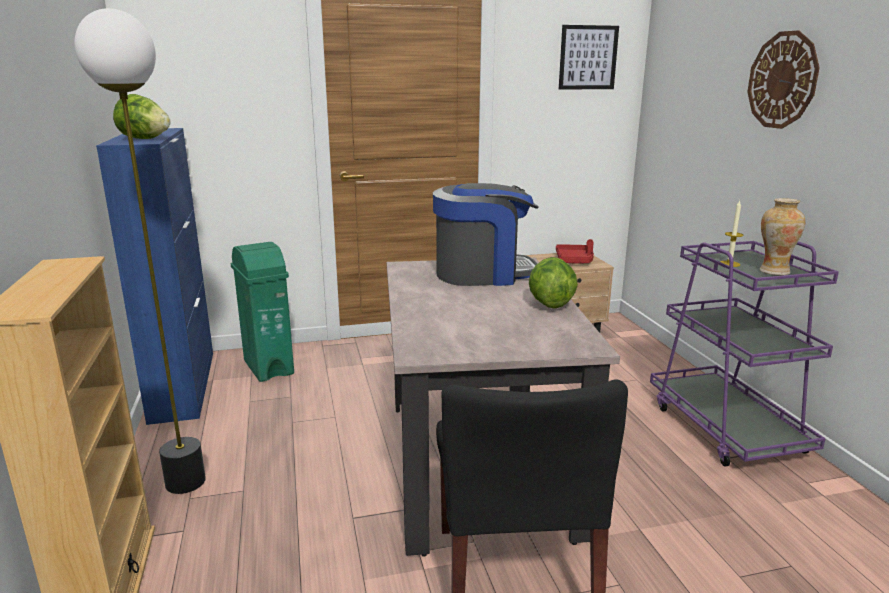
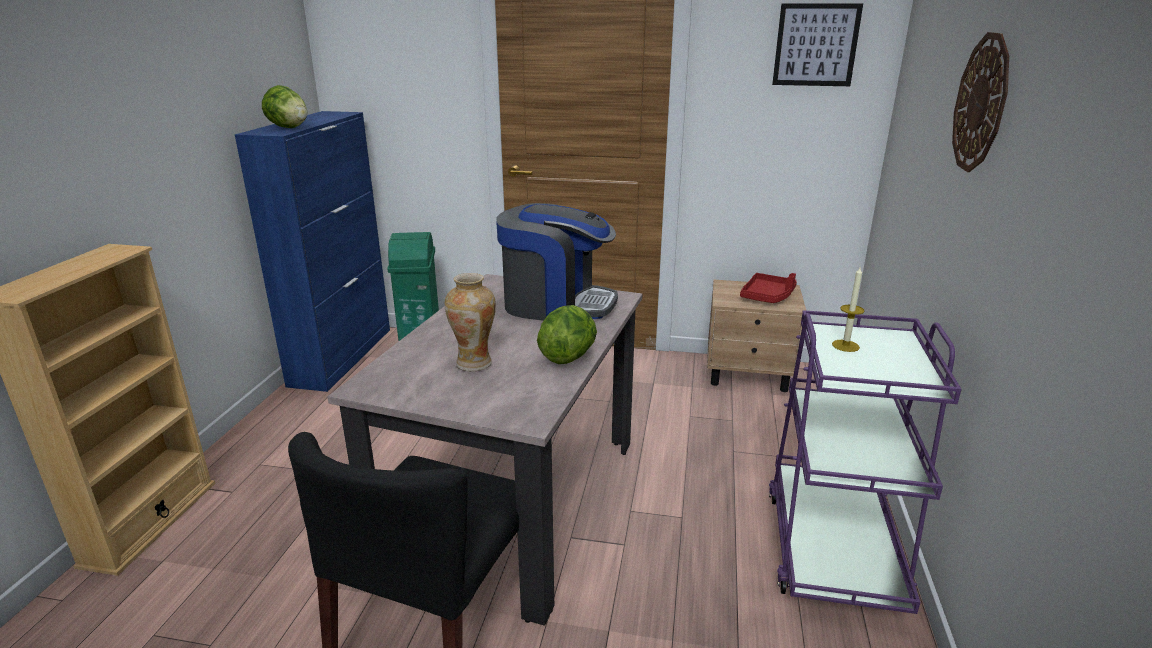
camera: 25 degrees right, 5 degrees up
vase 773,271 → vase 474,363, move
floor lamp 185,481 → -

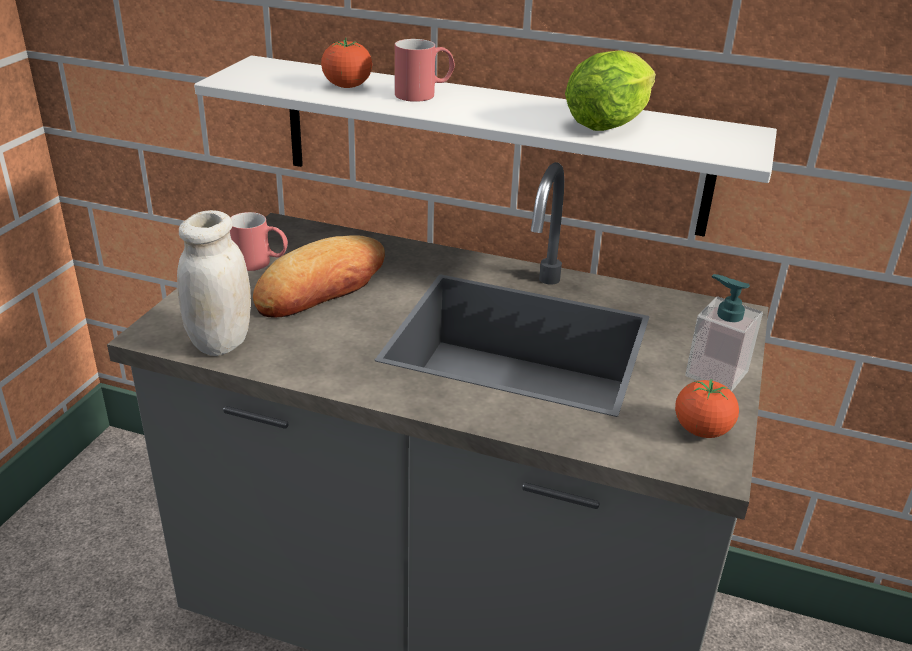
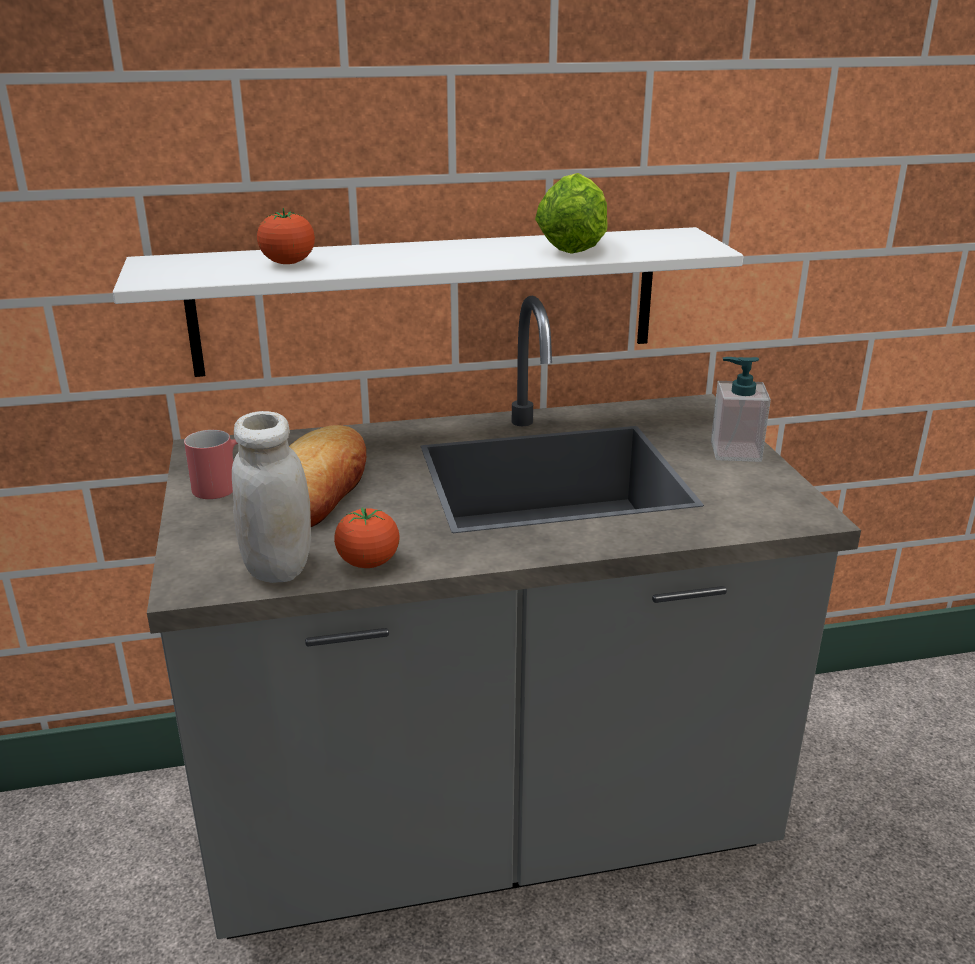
camera: 30 degrees left, 5 degrees down
tomato 701,430 → tomato 368,563, move
red mug 424,94 → -

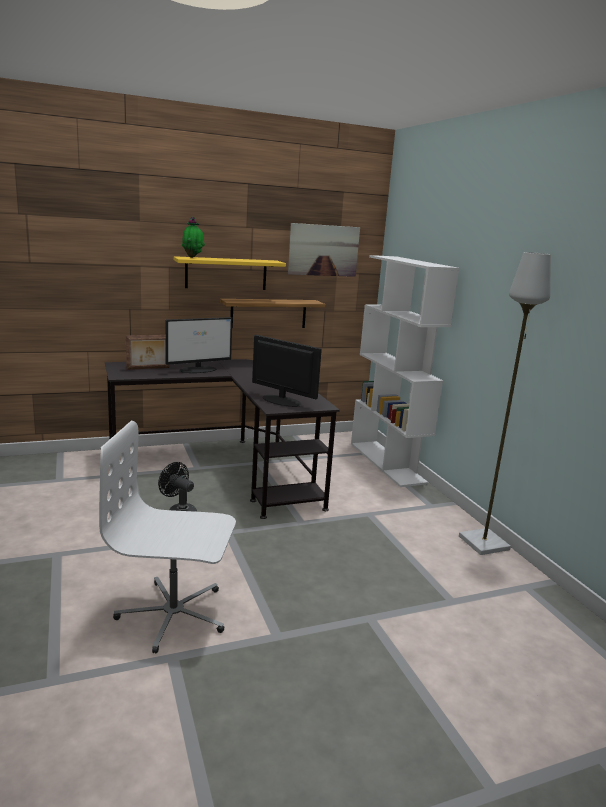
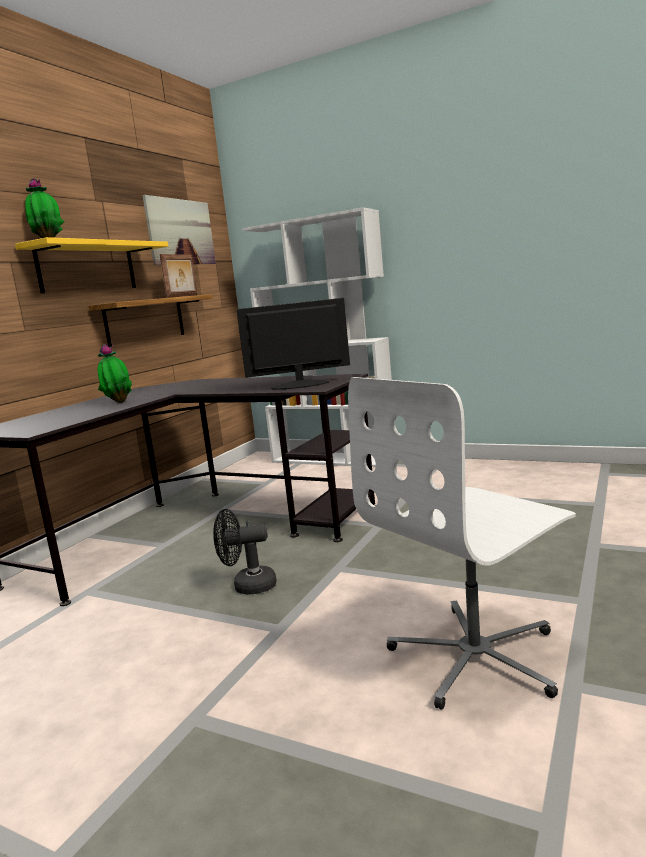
camera: 40 degrees left, 5 degrees down
monitor 198,370 → potted plant 118,402
picture frame 148,368 → picture frame 183,296, move
grey floor lamp 484,543 → -

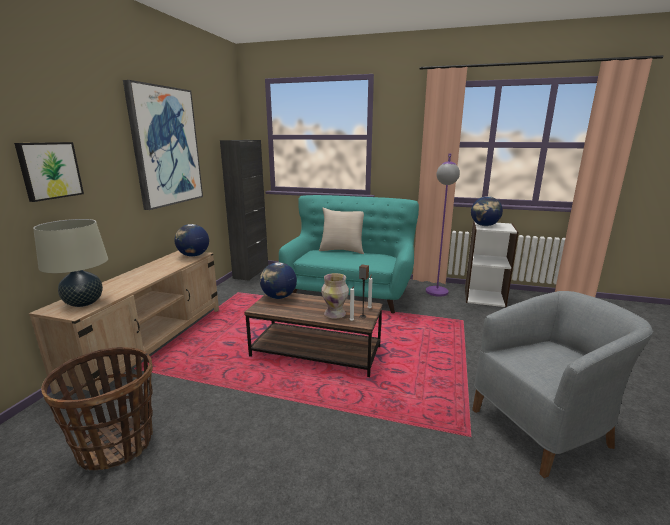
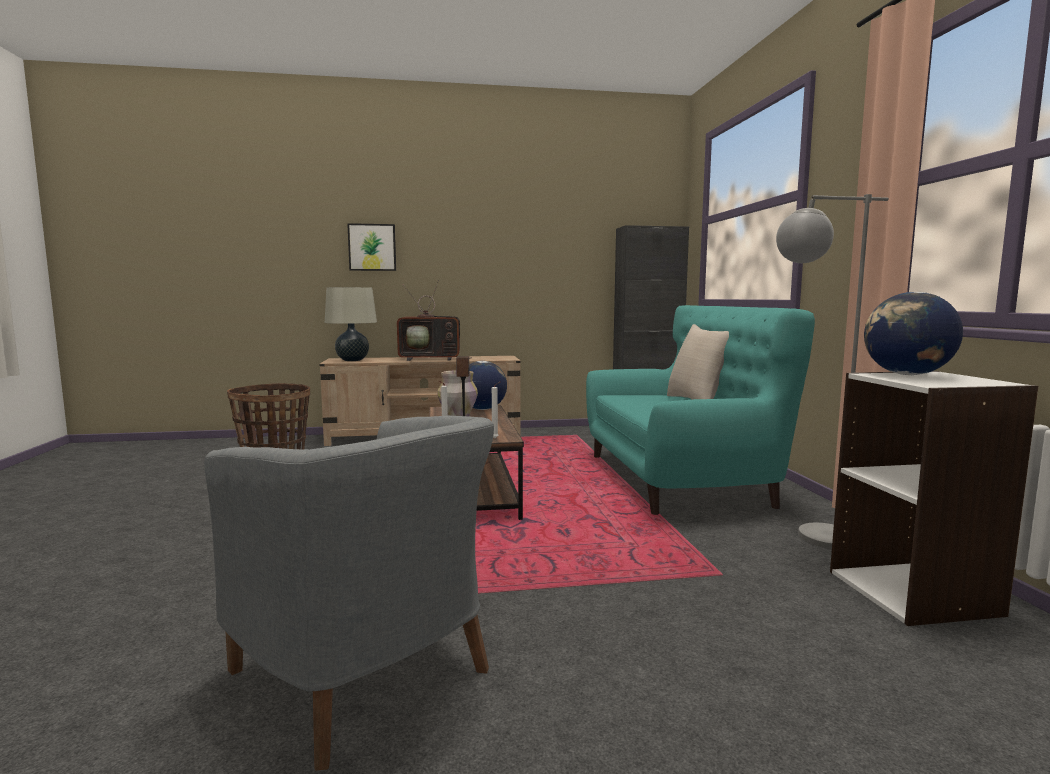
camera: 65 degrees right, 10 degrees down
- → television 432,359
purple floor lamp 436,295 → grey floor lamp 810,539
picture 165,147 → -
globe 193,255 → -

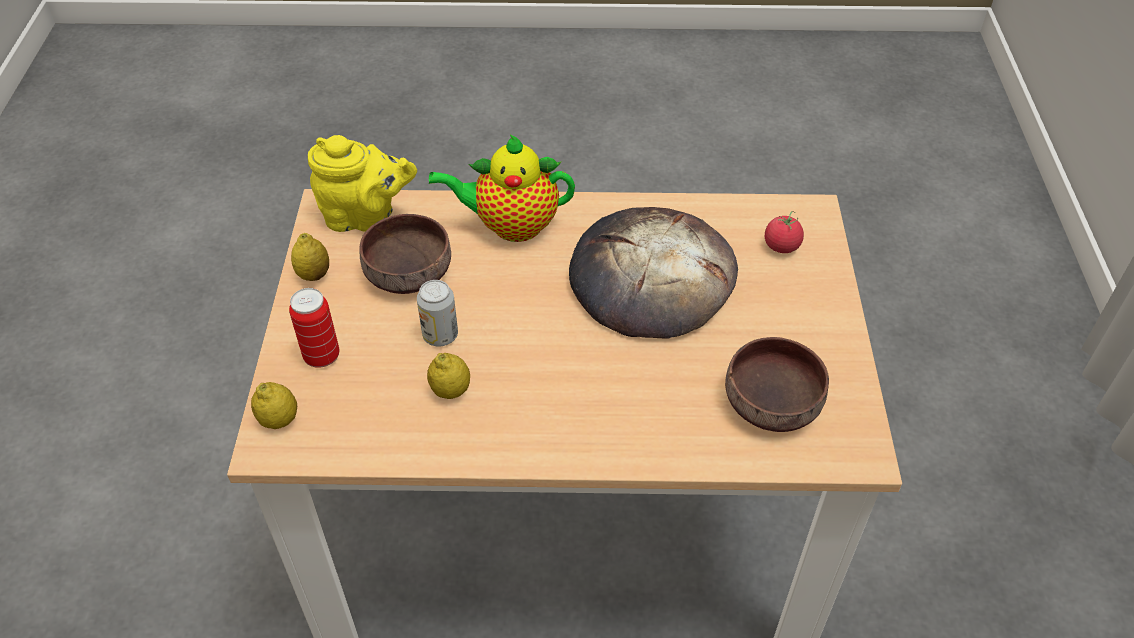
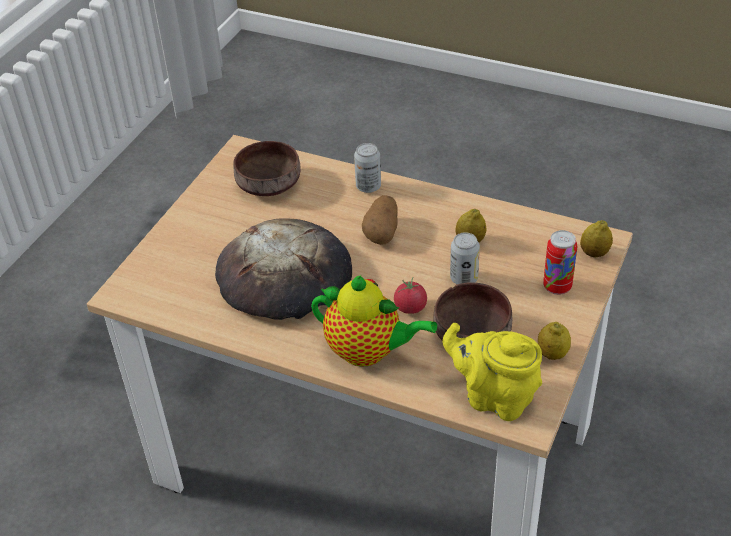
camera: 155 degrees left, 5 degrees down
- → can 368,186
- → potato 382,232
tomato 781,246 → tomato 410,307, move

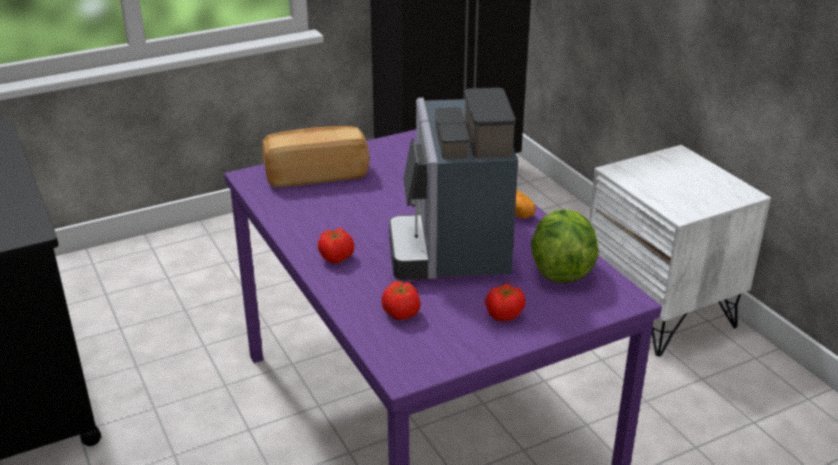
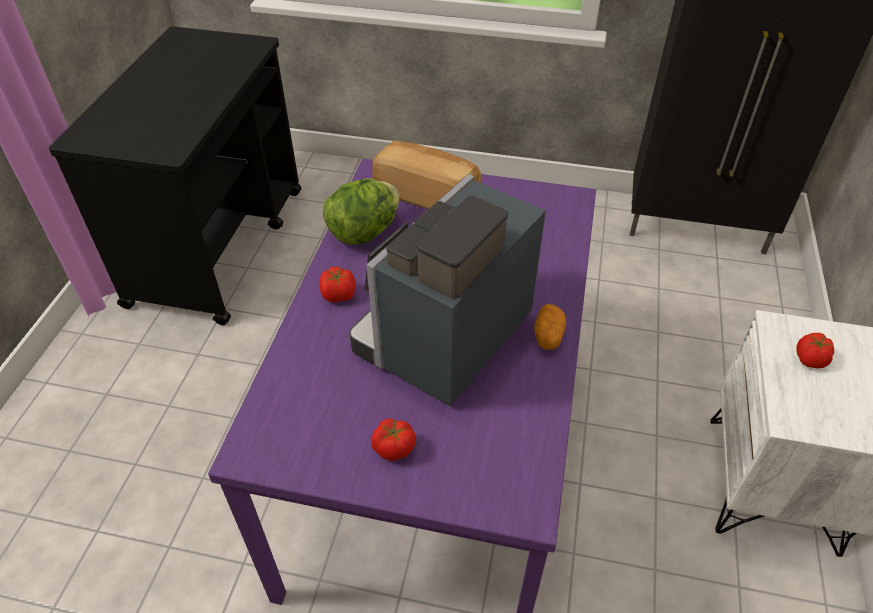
camera: 40 degrees right, 15 degrees up
lettuce 561,270 → lettuce 364,232, move
tomato 401,314 → tomato 809,360, move

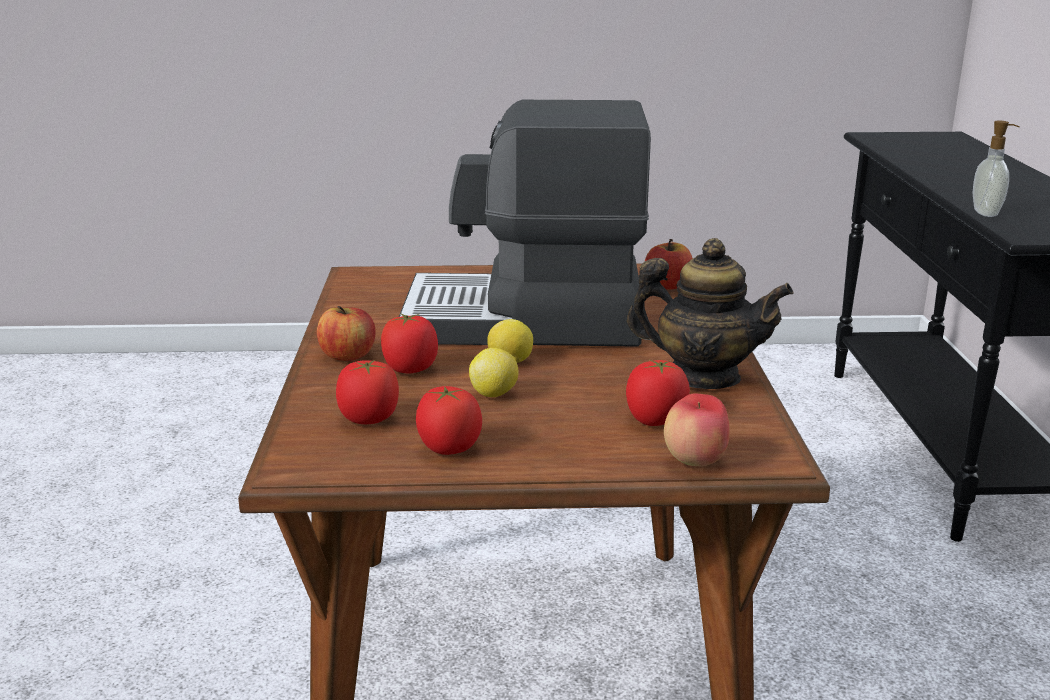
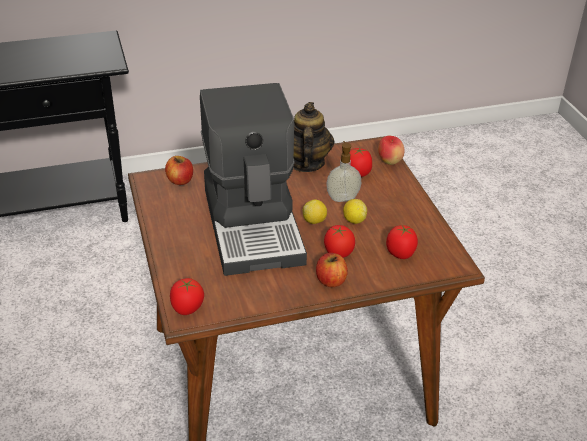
camera: 105 degrees left, 15 degrees up
tomato 448,449 → tomato 187,308, move
soap dispenser 987,213 → soap dispenser 342,198, move

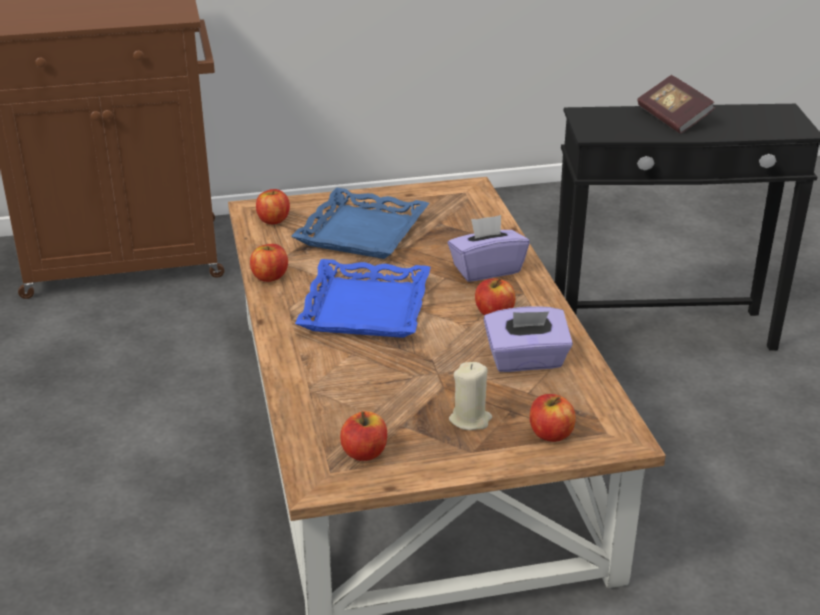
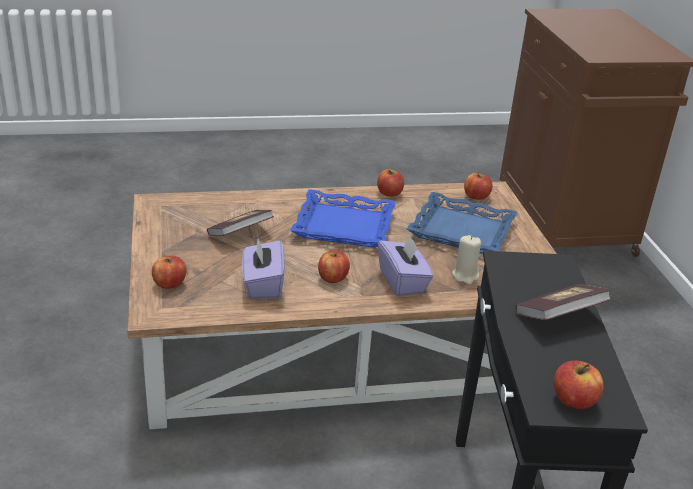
camera: 90 degrees right, 0 degrees up
- → book 240,234
beige candle 470,419 → beige candle 465,276, move
apple 364,452 → apple 573,400, move

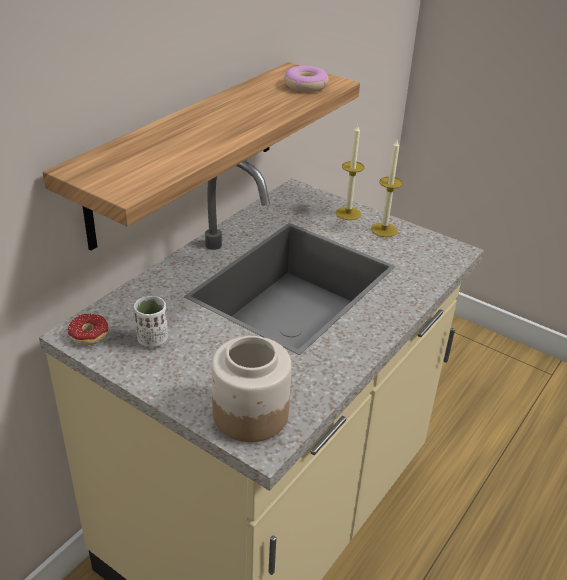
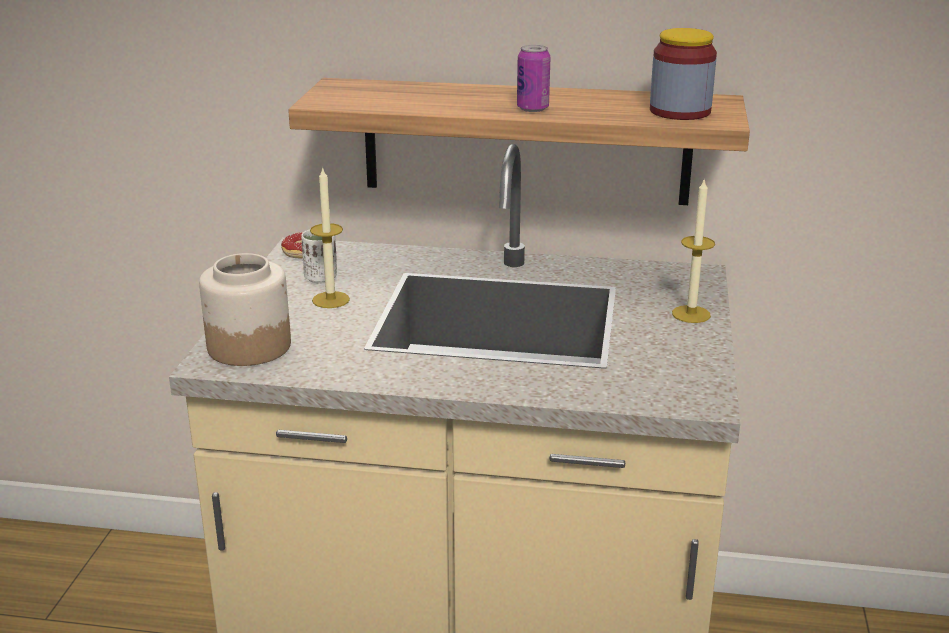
camera: 65 degrees right, 10 degrees down
candle 384,230 → candle 330,300, move
- → can 532,108
donut 305,86 → jar 680,111

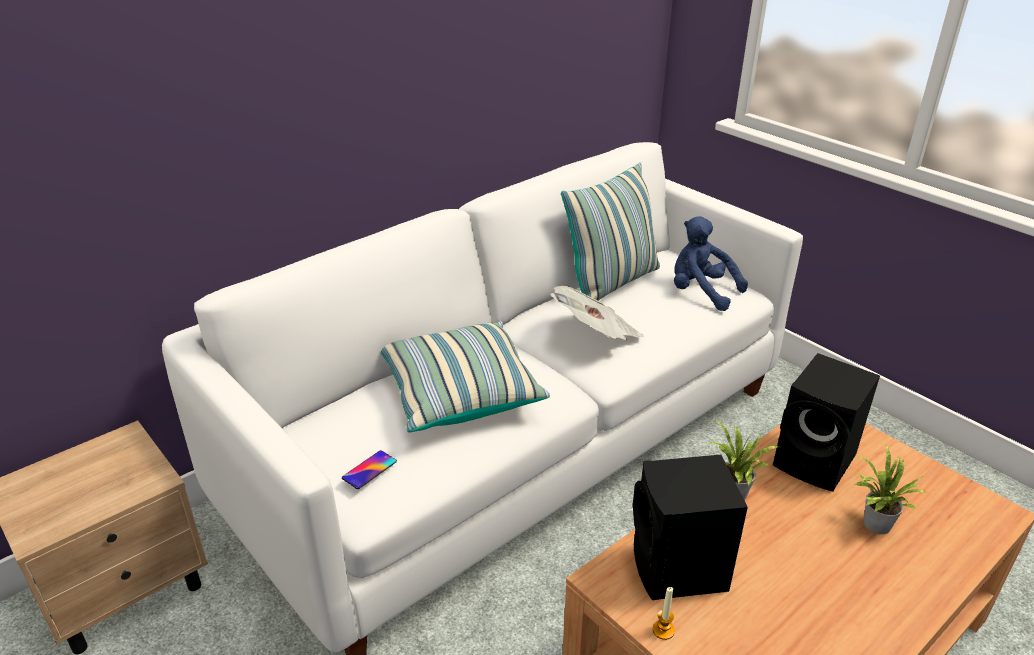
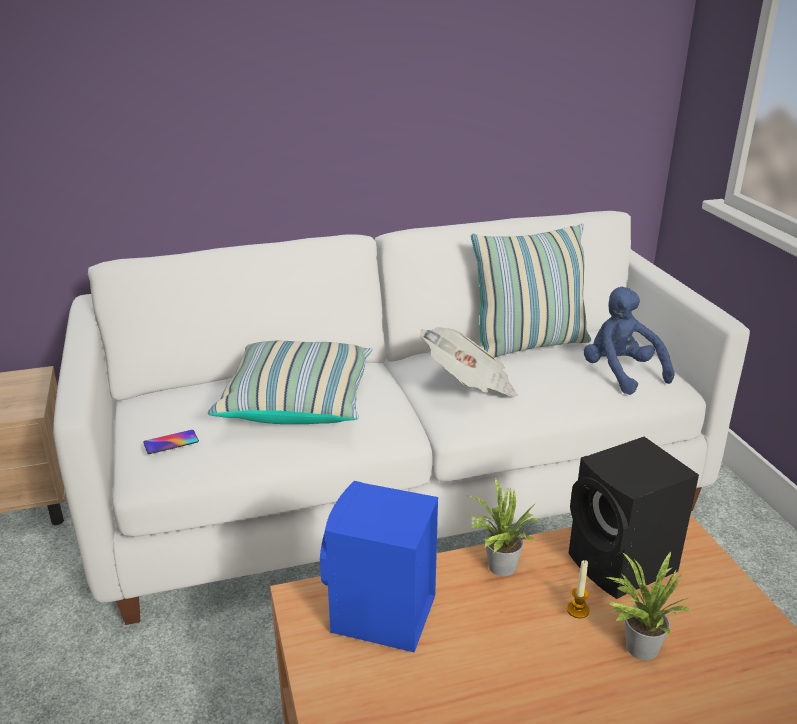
camera: 25 degrees right, 5 degrees down
black speaker 679,571 → blue speaker 381,617
candle 663,630 → candle 577,610, move

